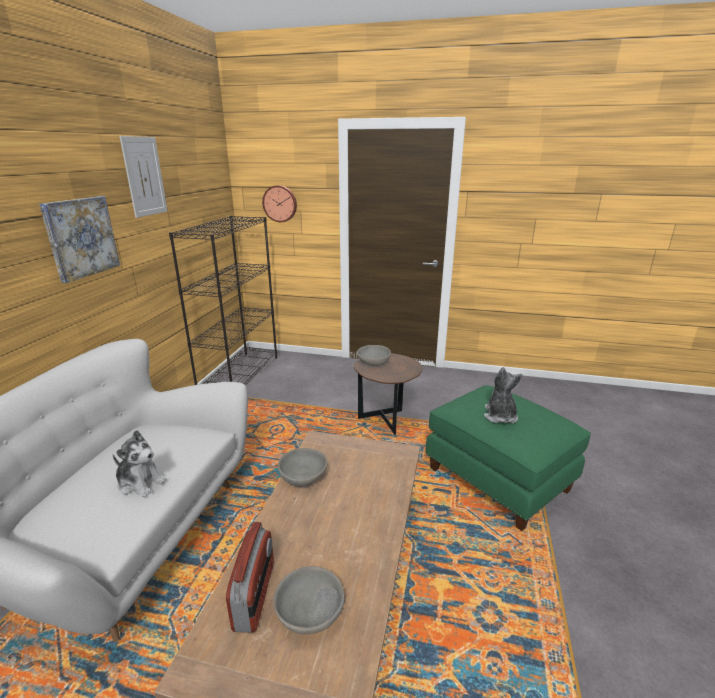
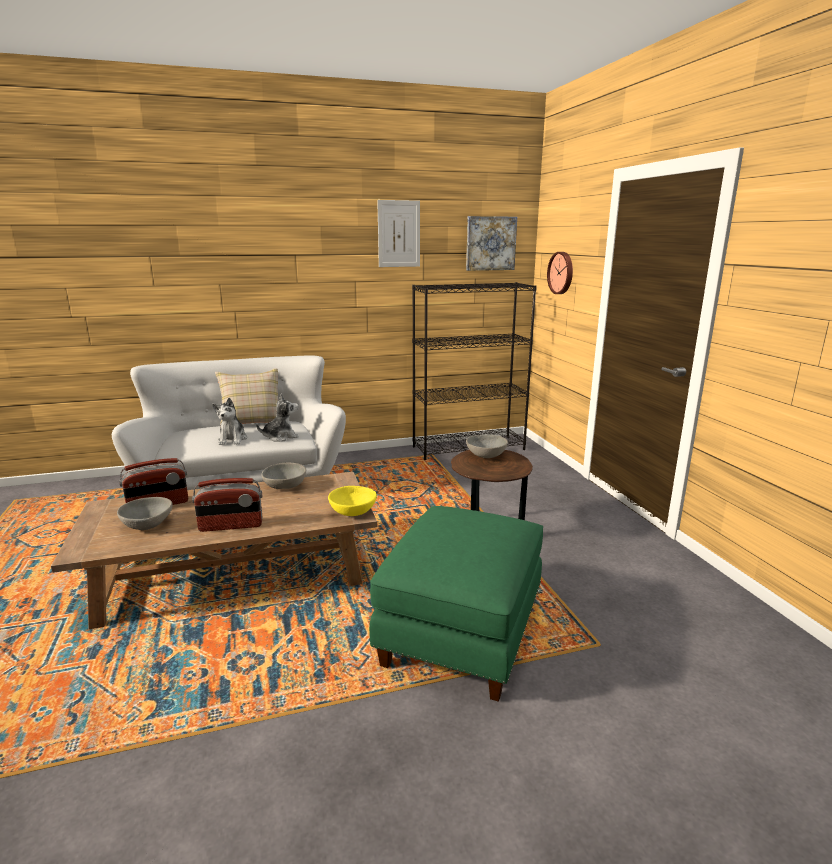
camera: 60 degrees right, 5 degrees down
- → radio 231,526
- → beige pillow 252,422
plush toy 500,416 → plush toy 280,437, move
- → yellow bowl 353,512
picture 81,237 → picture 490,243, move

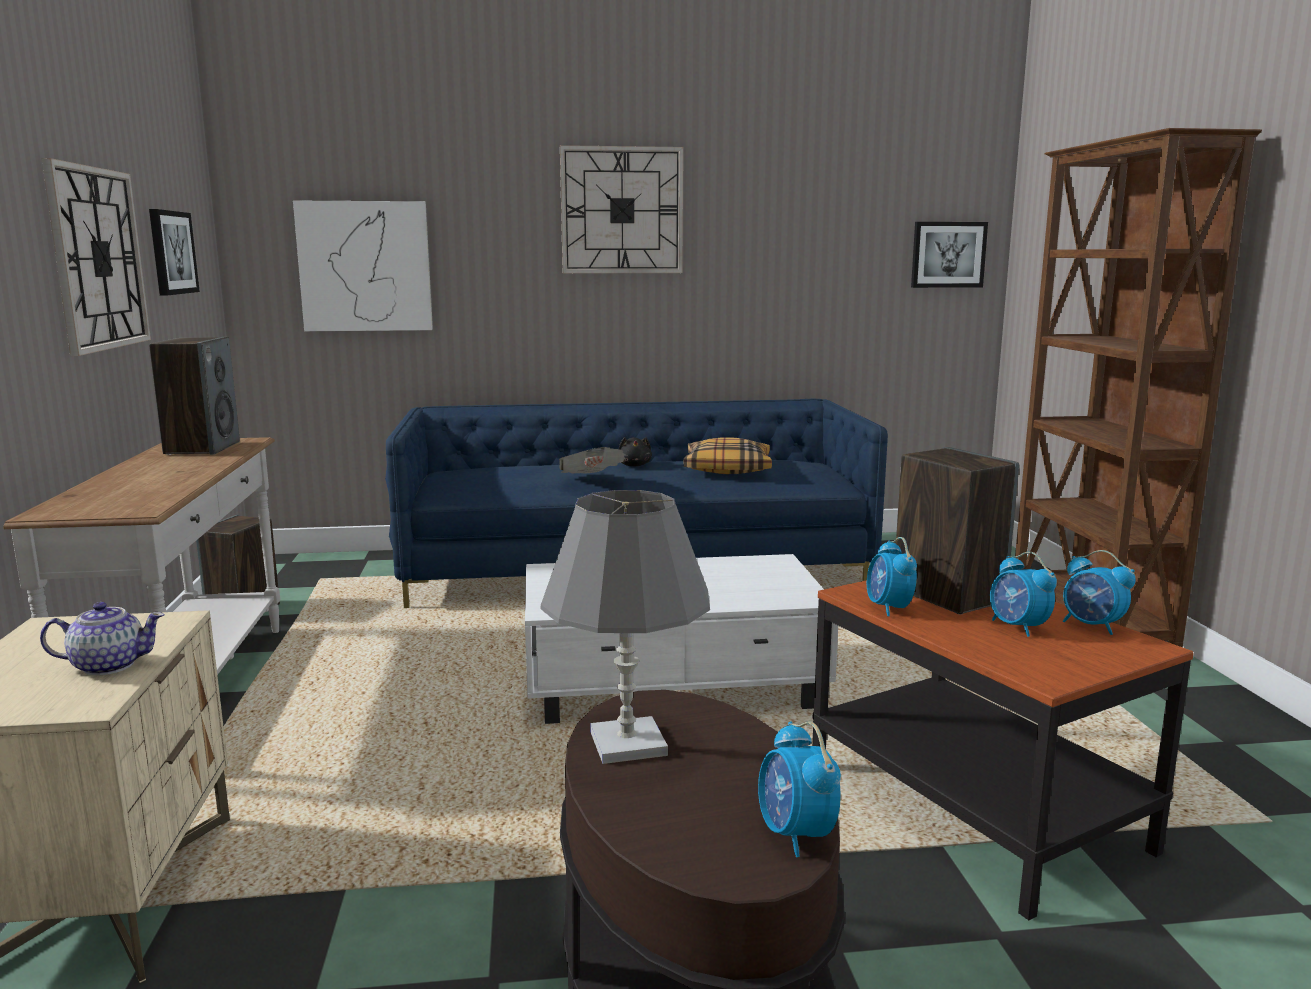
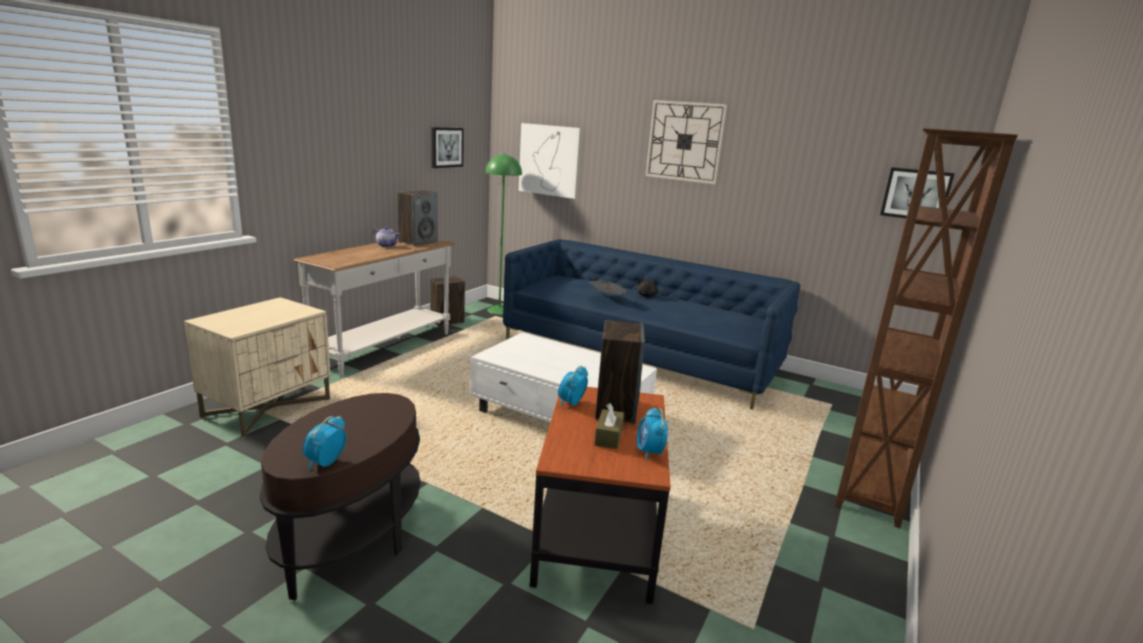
camera: 35 degrees right, 5 degrees up
teapot 108,665 → teapot 386,245, move
- → green floor lamp 499,310
alarm clock 1018,627 → brown tissue box 608,436
wall clock 97,259 → -
grey table lamp 627,743 → -
pillow 727,468 → -

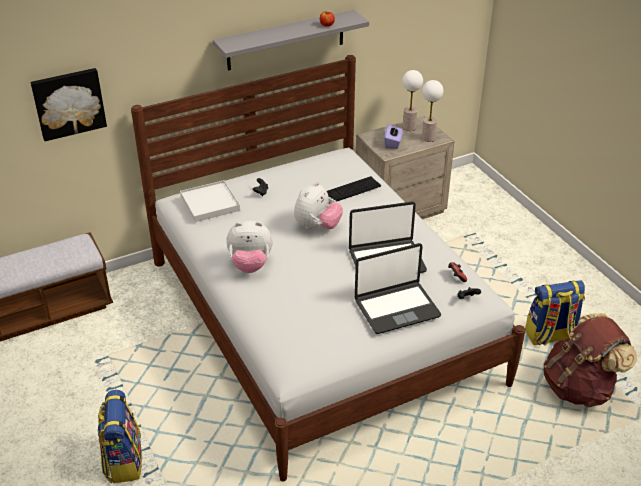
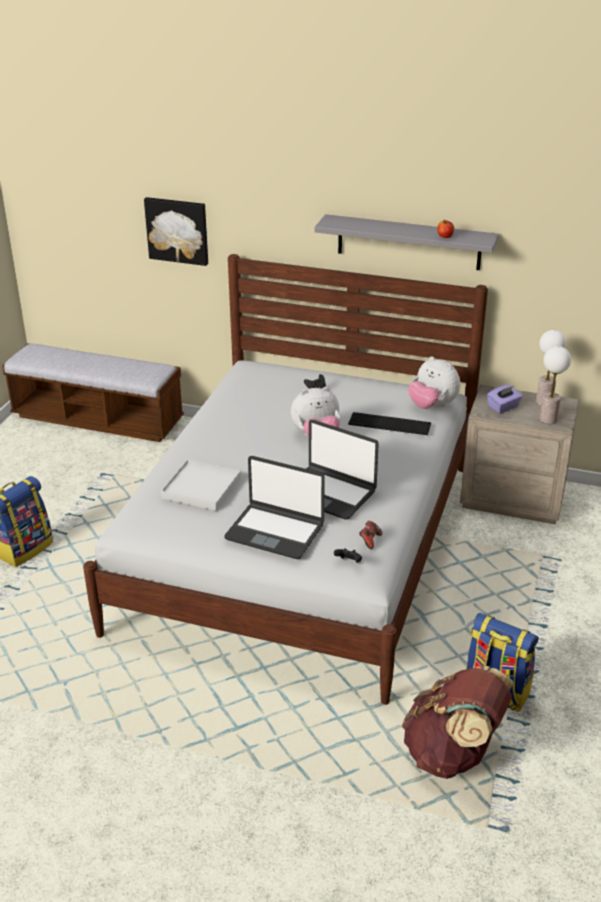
camera: 45 degrees right, 5 degrees down
white tray 209,203 → white tray 201,488, move
plush toy 250,265 → plush toy 432,406, move

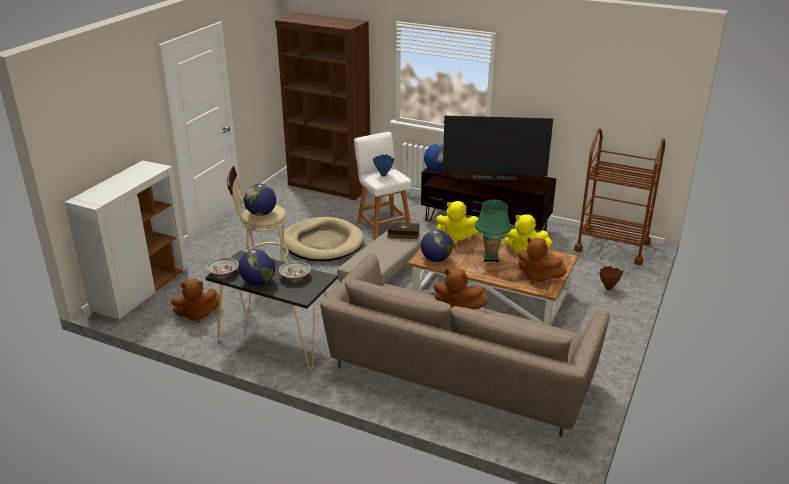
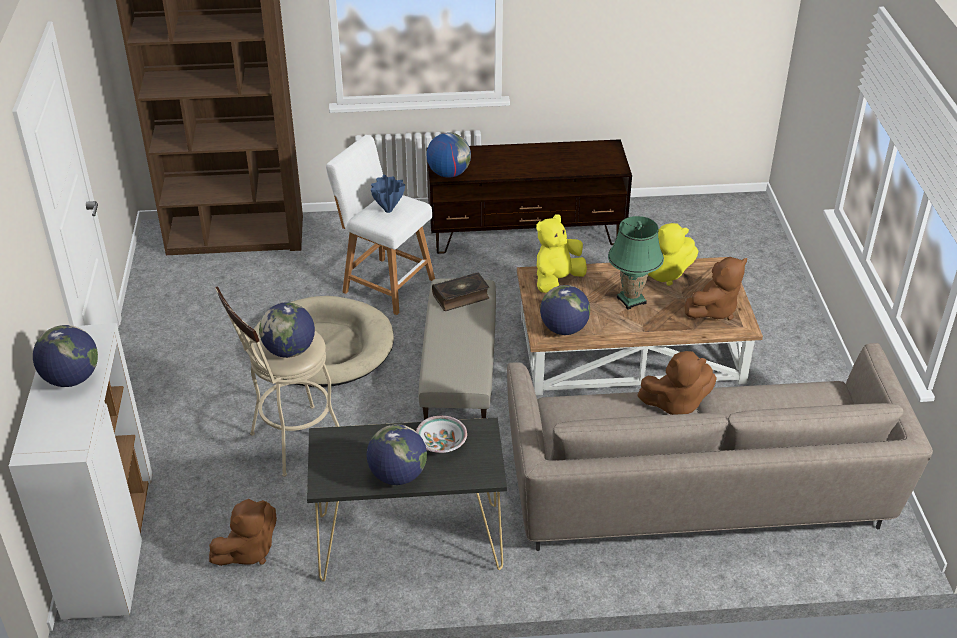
camera: 30 degrees left, 10 degrees up
- → globe 71,379
yellow plush toy 457,237 → yellow plush toy 557,280, 150 degrees clockwise
brown plush toy 537,277 → brown plush toy 714,310, 45 degrees counterclockwise
bowl 223,273 → -
television 494,178 → -
brown cart 612,246 → -
brown vase 608,289 → -

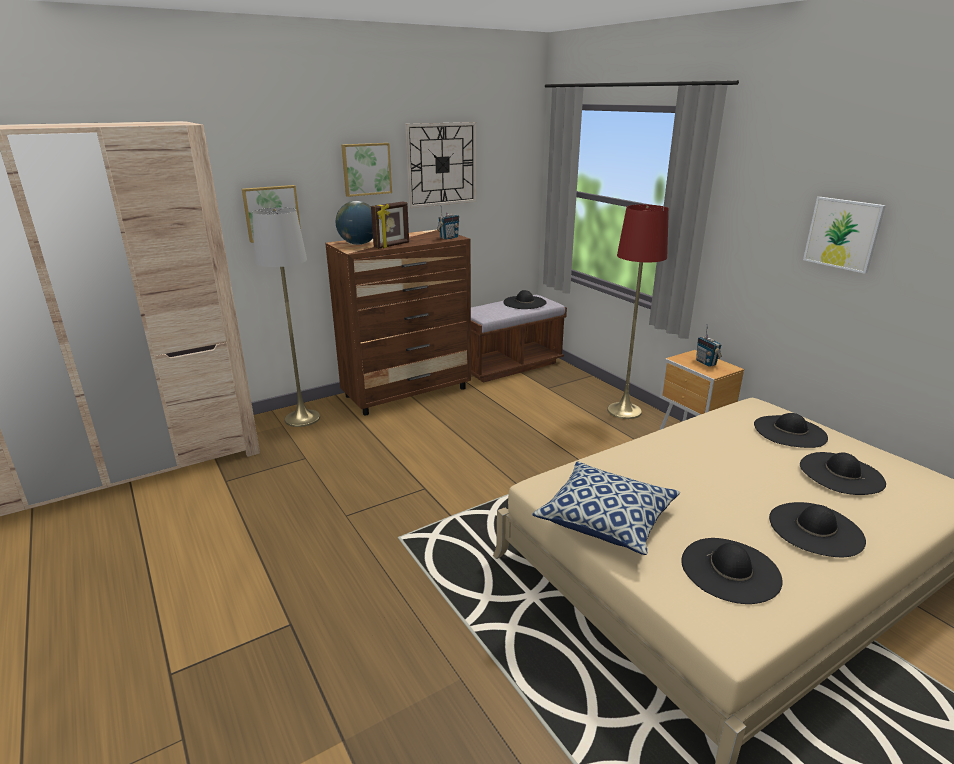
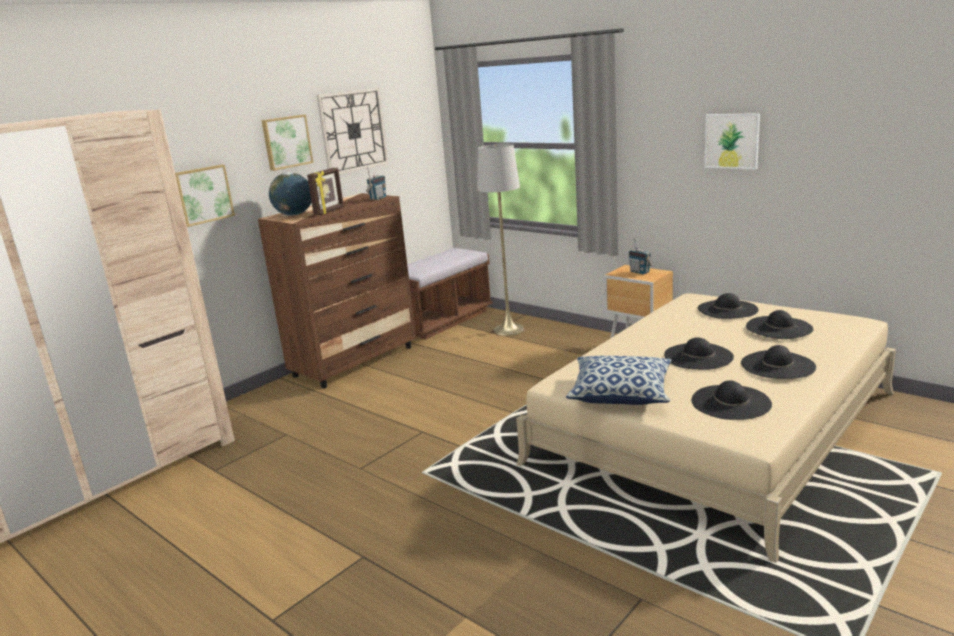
camera: 15 degrees left, 5 degrees down
grey floor lamp 302,418 → grey floor lamp 509,330, move
black hat 525,302 → black hat 698,356, move
red floor lamp 624,411 → -

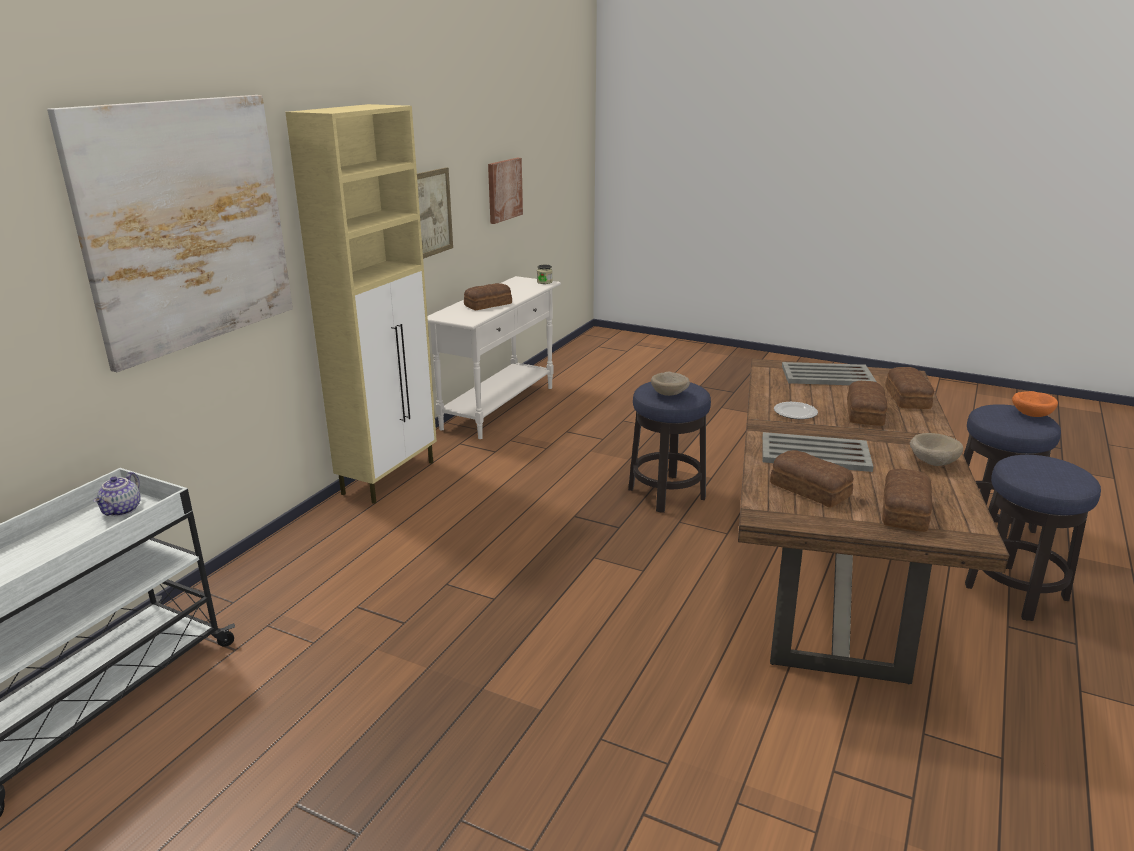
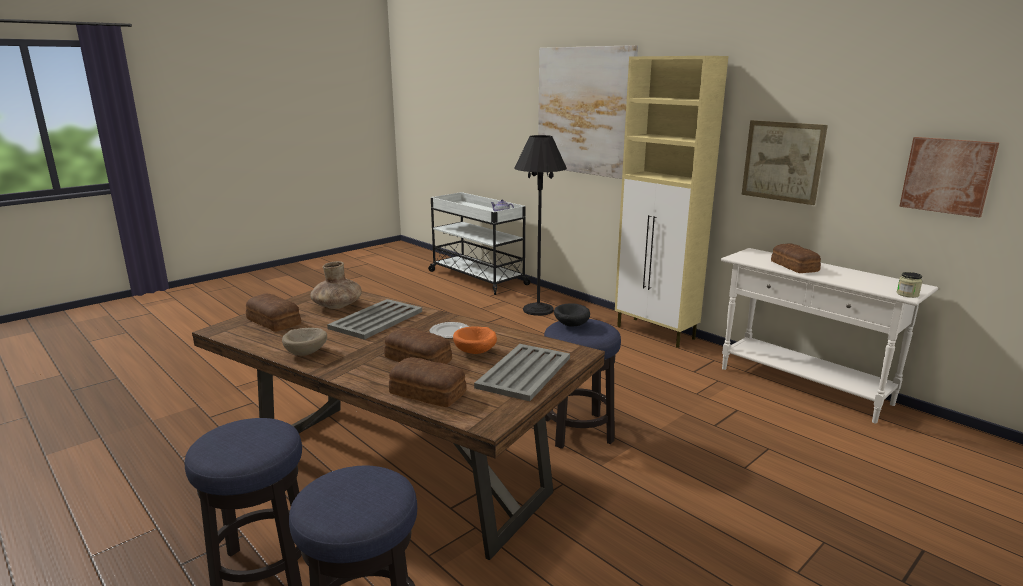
camera: 110 degrees right, 5 degrees down
bread 809,489 → brown vase 337,306
orange bowl 1031,414 → orange bowl 475,352, move
- → black floor lamp 538,310
beige bowl 670,394 → black bowl 571,325

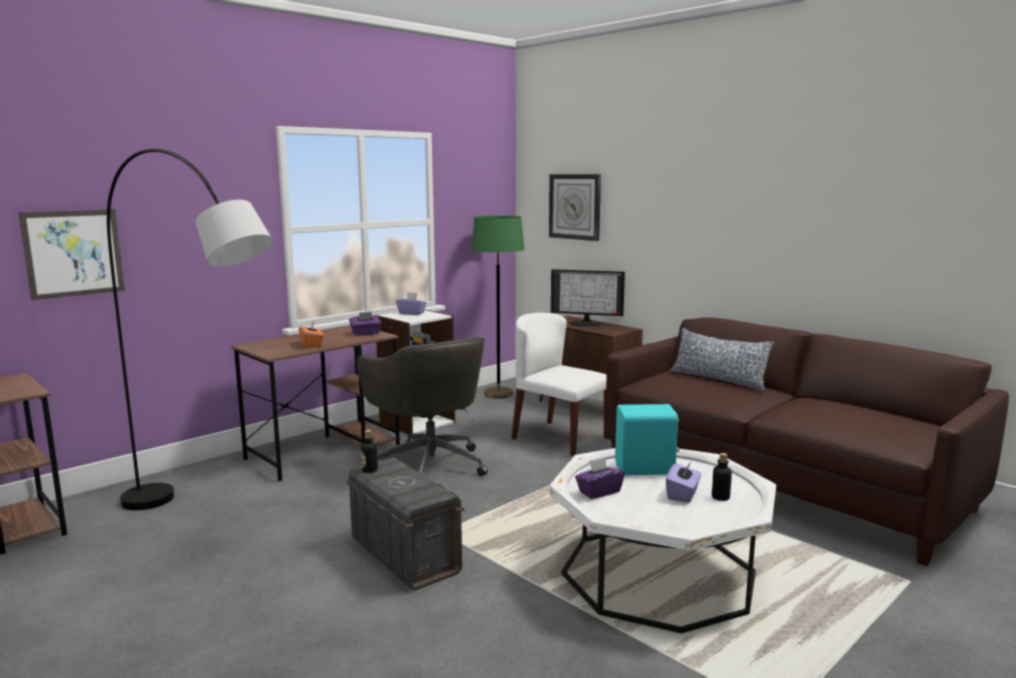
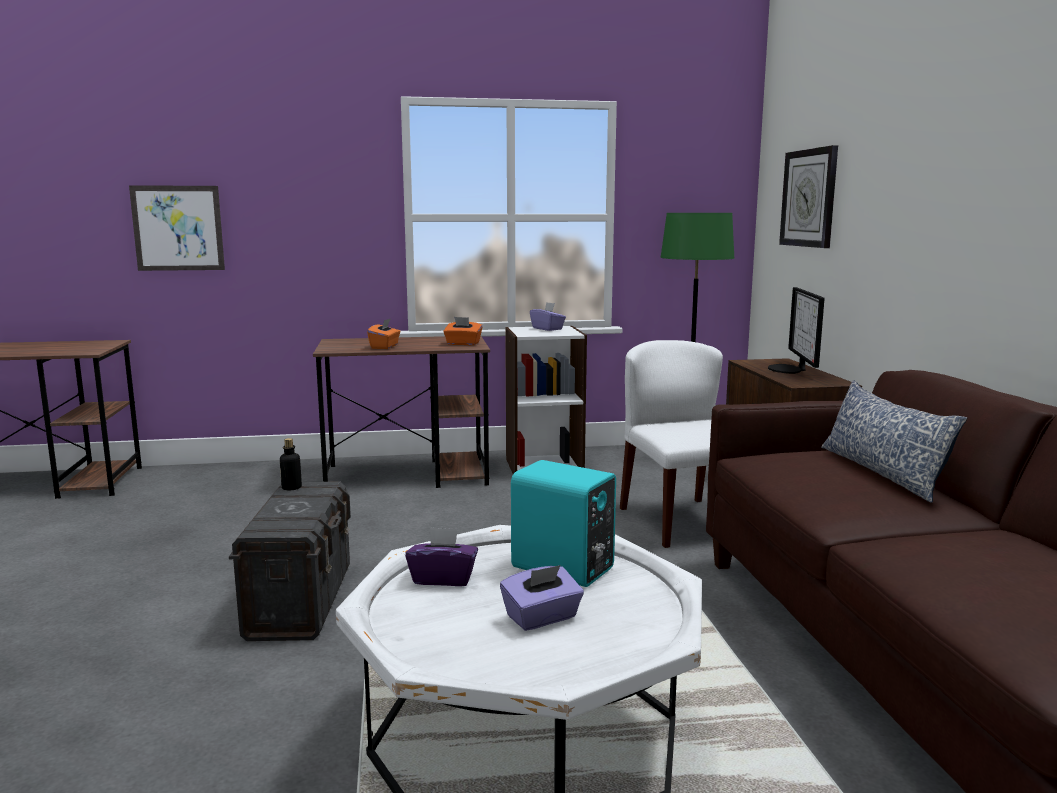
camera: 35 degrees right, 0 degrees up
purple tissue box 366,333 → orange tissue box 463,344
monitor 586,323 → monitor 790,369, 45 degrees clockwise
grey floor lamp 206,522 → -
grey office chair 429,464 → -
bottle 720,497 → -

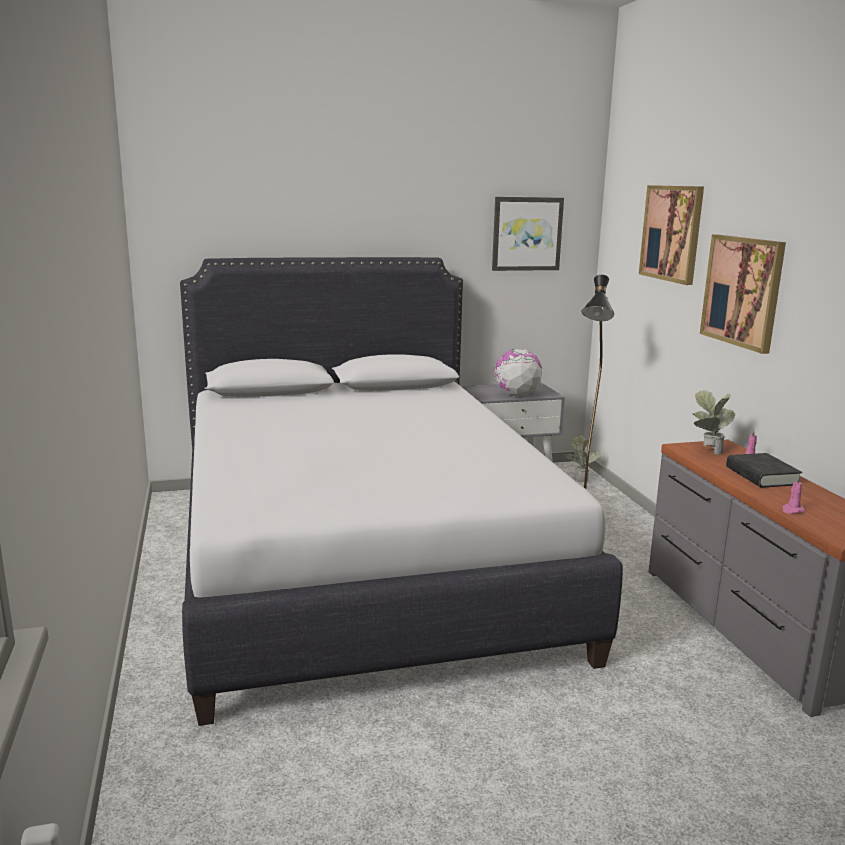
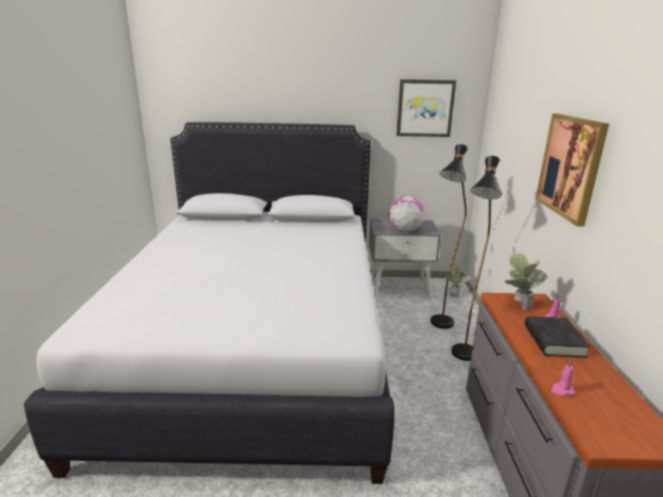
camera: 15 degrees right, 5 degrees up
- → black floor lamp 463,358
picture 672,233 → -

